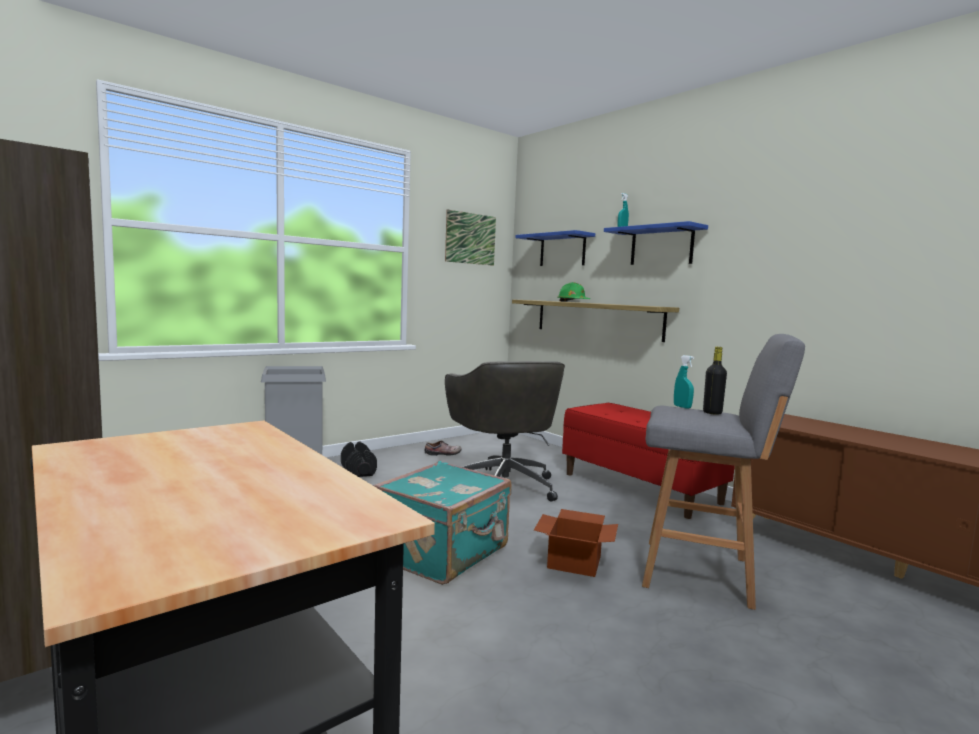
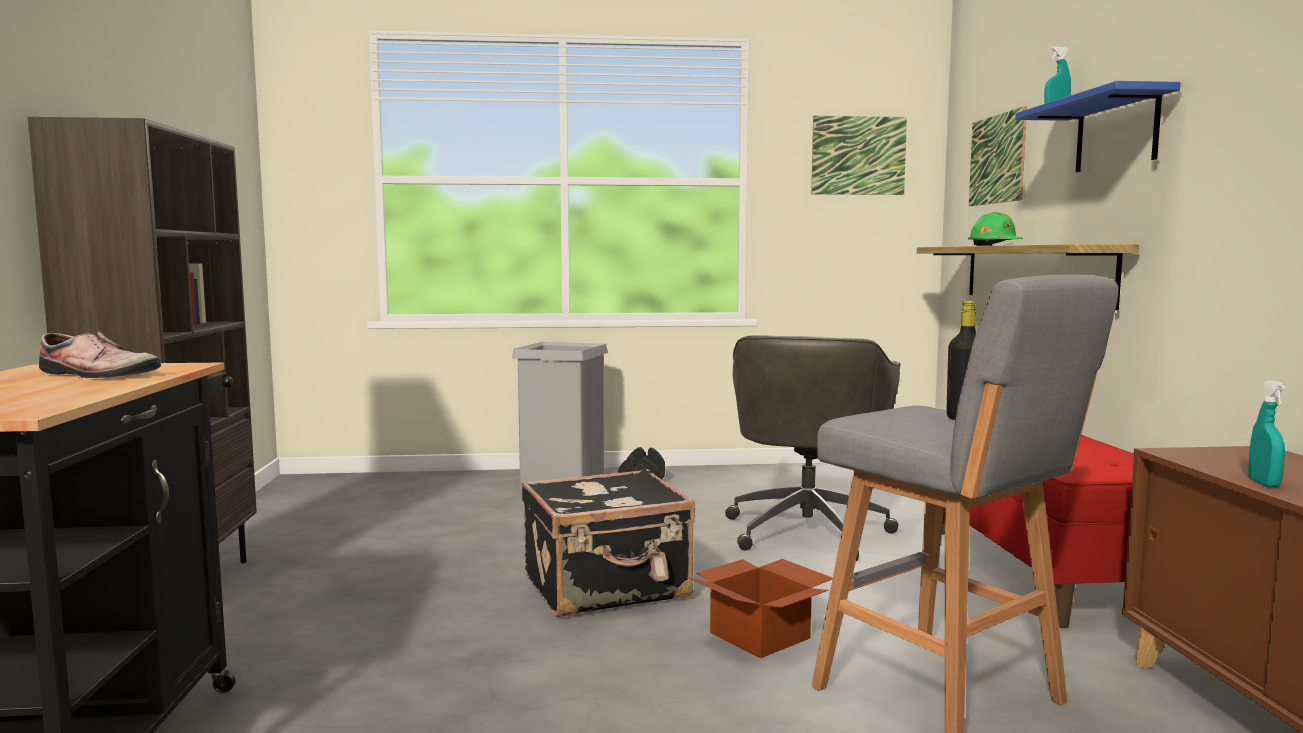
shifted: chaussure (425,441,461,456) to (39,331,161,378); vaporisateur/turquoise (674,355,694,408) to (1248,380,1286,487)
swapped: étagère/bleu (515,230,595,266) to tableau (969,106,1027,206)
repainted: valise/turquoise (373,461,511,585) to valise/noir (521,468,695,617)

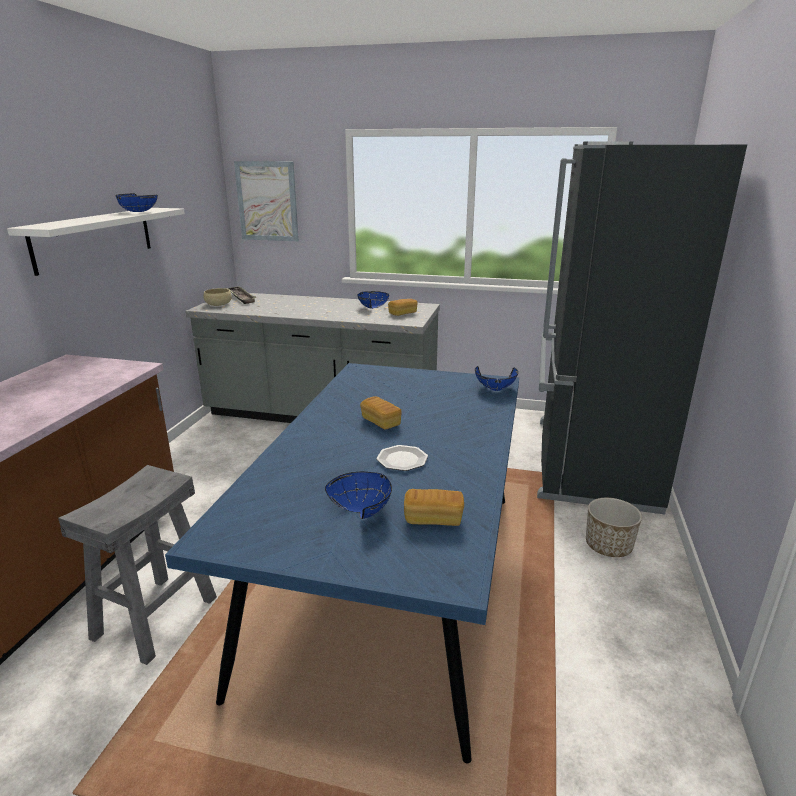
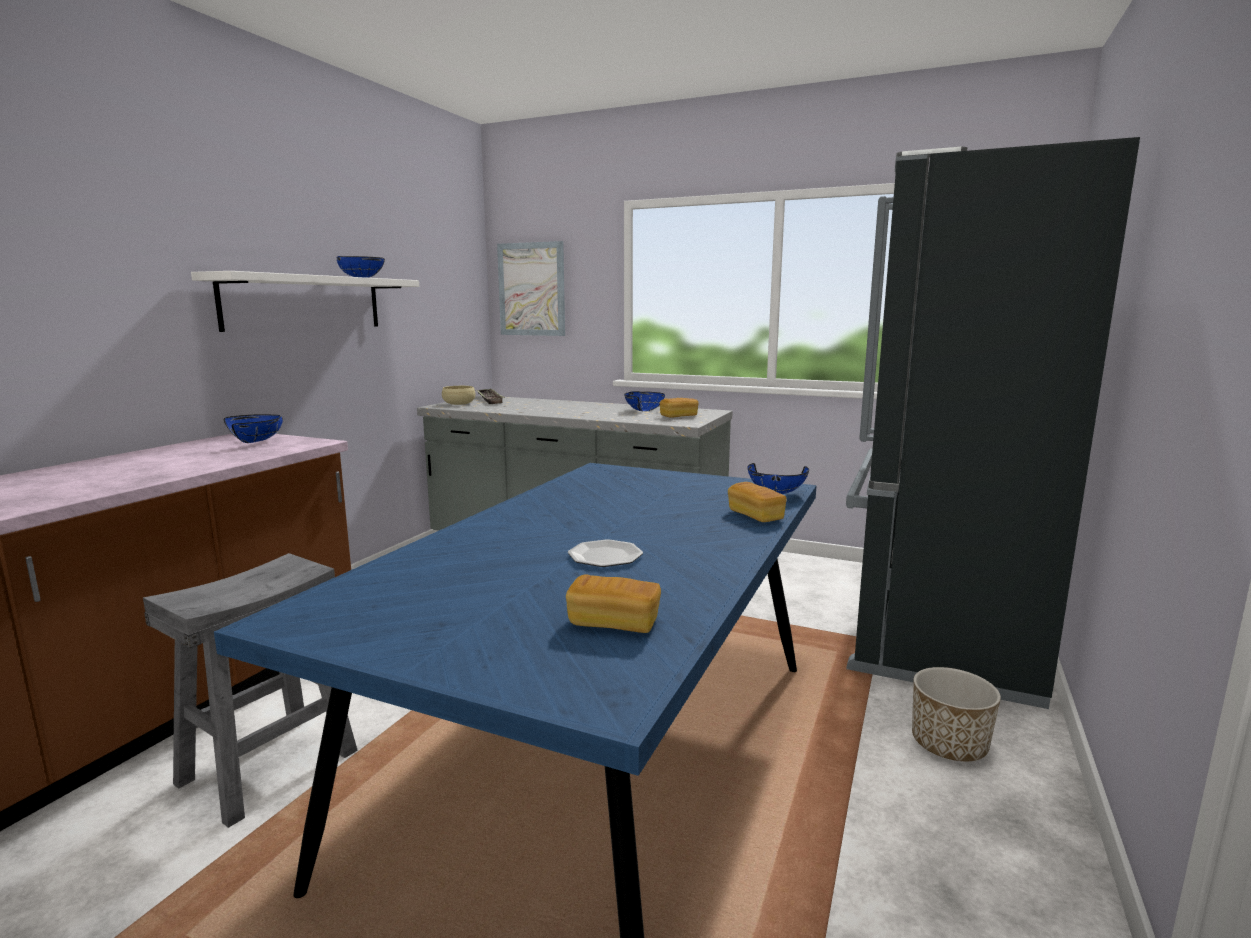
shifted: bol/bleu (325,472,392,519) to (224,414,283,443); pain (360,396,402,430) to (728,482,787,522)

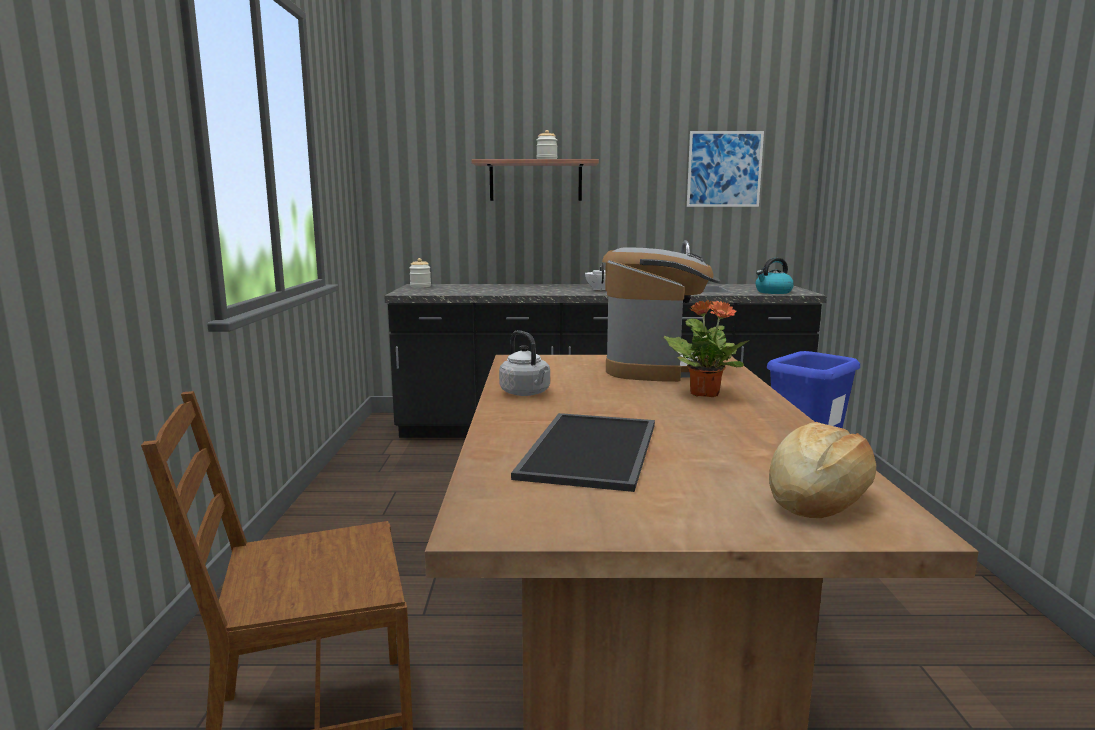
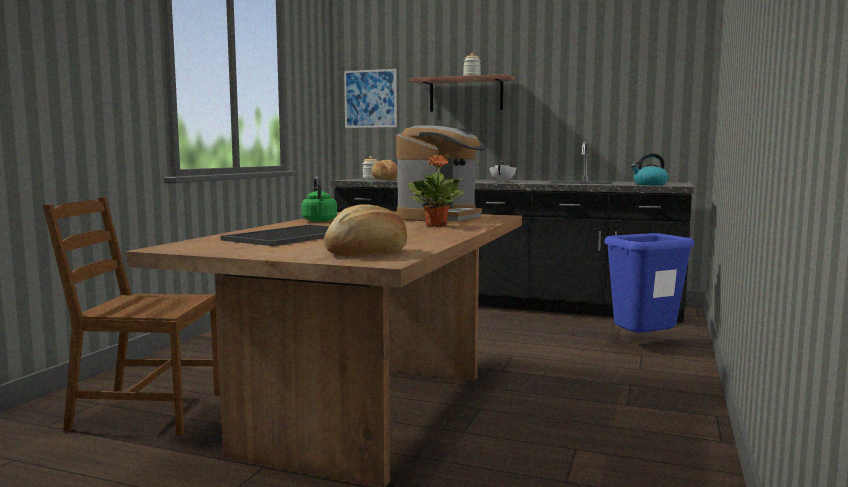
new: pain (372,160,398,180)
shifted: tableau (687,131,764,207) to (344,69,397,128)
repainted: bouilloire/gris (499,330,550,396) to bouilloire/vert (301,177,337,222)

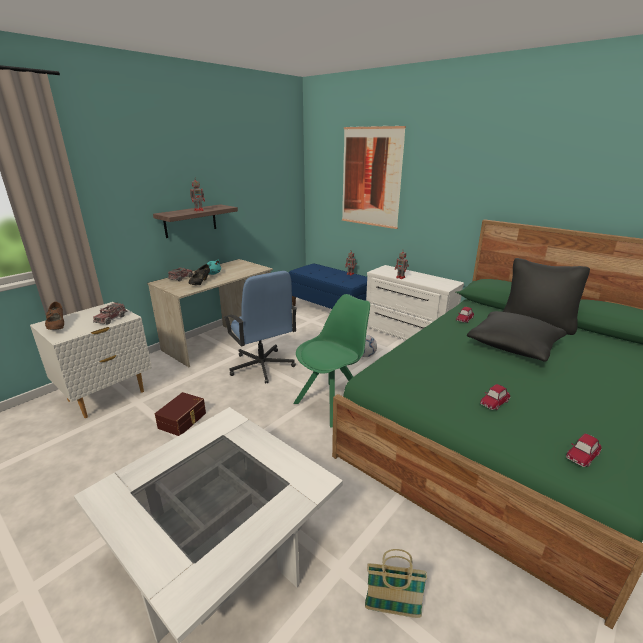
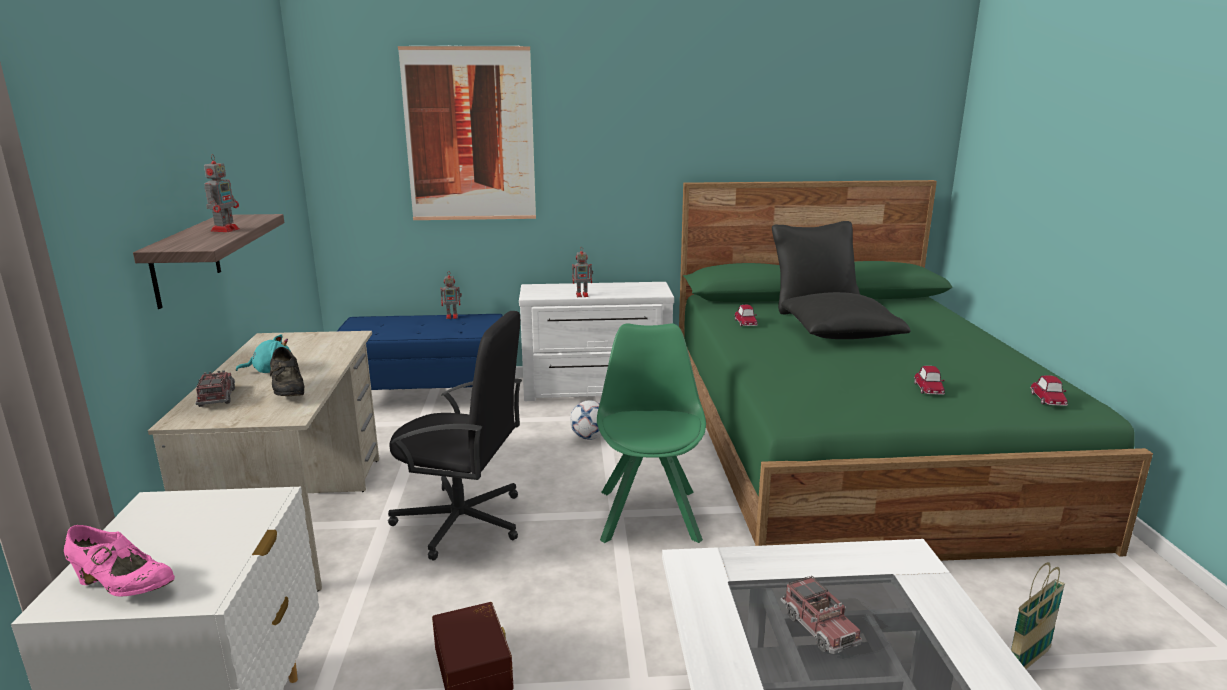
shifted: camion jouet (93,302,127,325) to (781,576,862,654)
repainted: chaussure/marron (45,302,64,330) to chaussure/rose (64,525,175,597); chaise de bureau/bleu (223,271,297,383) to chaise de bureau/noir (388,311,522,560)

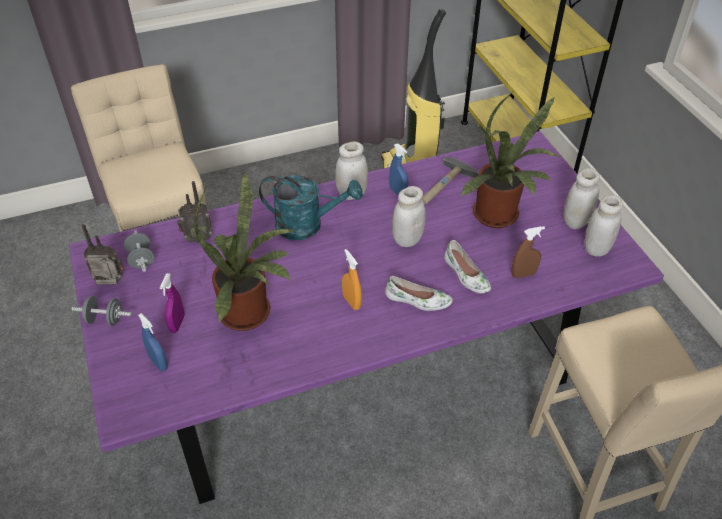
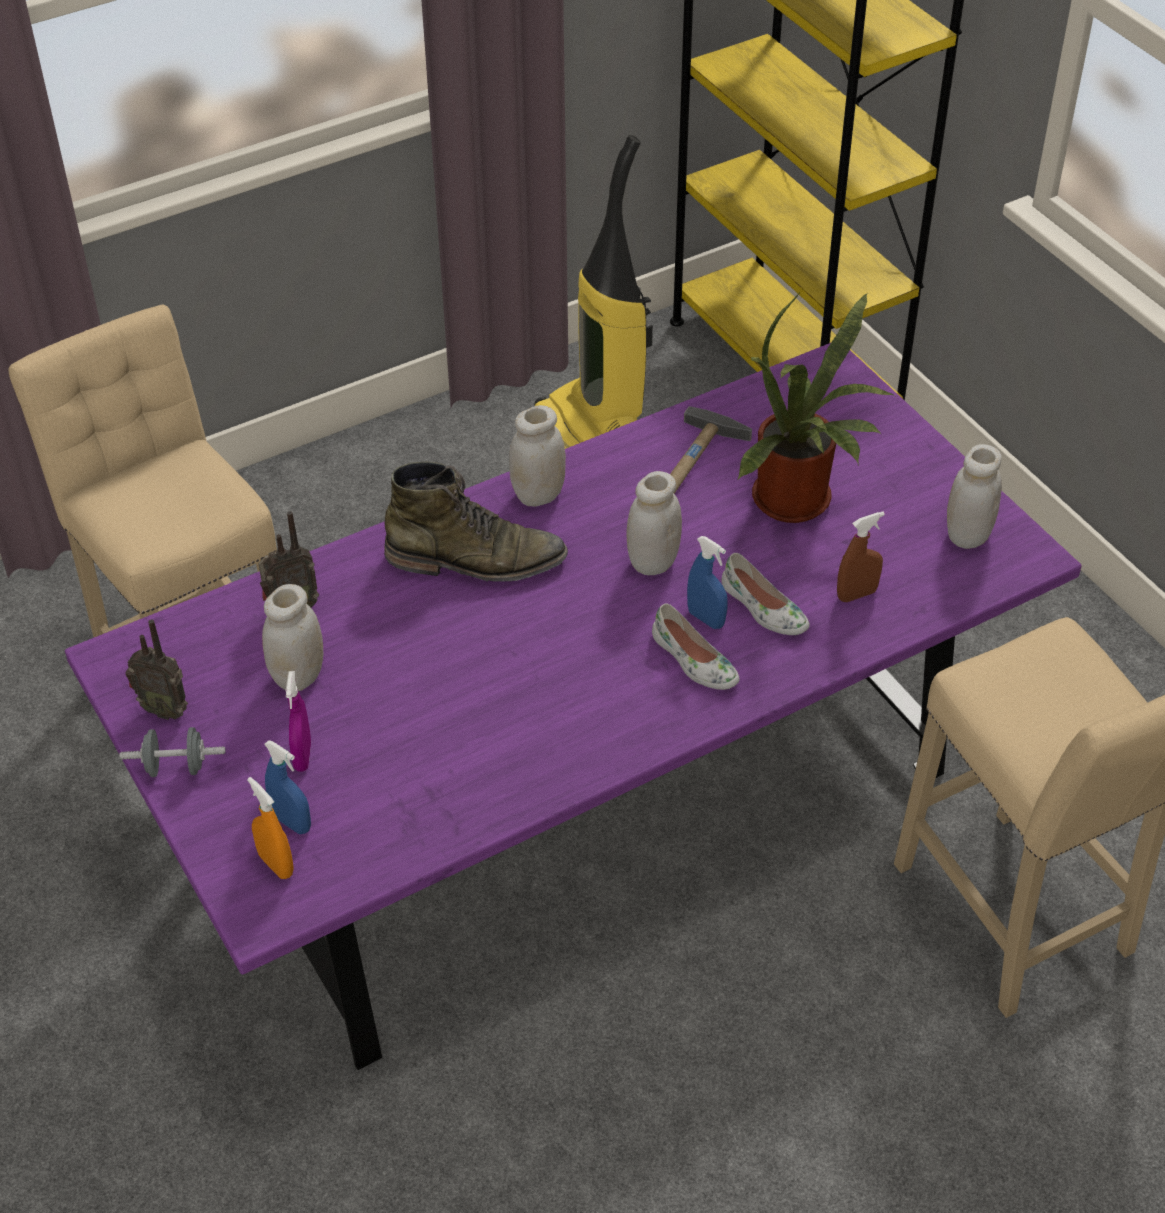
gone: haltère/gris (124,231,154,272); plante en pot (194,172,295,331)
shifted: vaporisateur/orange (342,249,362,310) to (247,777,294,879); bocal/blanc (564,168,600,229) to (262,584,323,691); vaporisateur/bleu (389,144,408,195) to (687,536,728,629)
swapped: arrosoir/turquoise (259,175,363,240) to botte/vert (384,462,568,582)
rotated: radio (82,224,124,285) = (126,619,188,720) 150 degrees counterclockwise; chaussure/blanc (385,276,453,311) = (652,604,740,690) 45 degrees clockwise

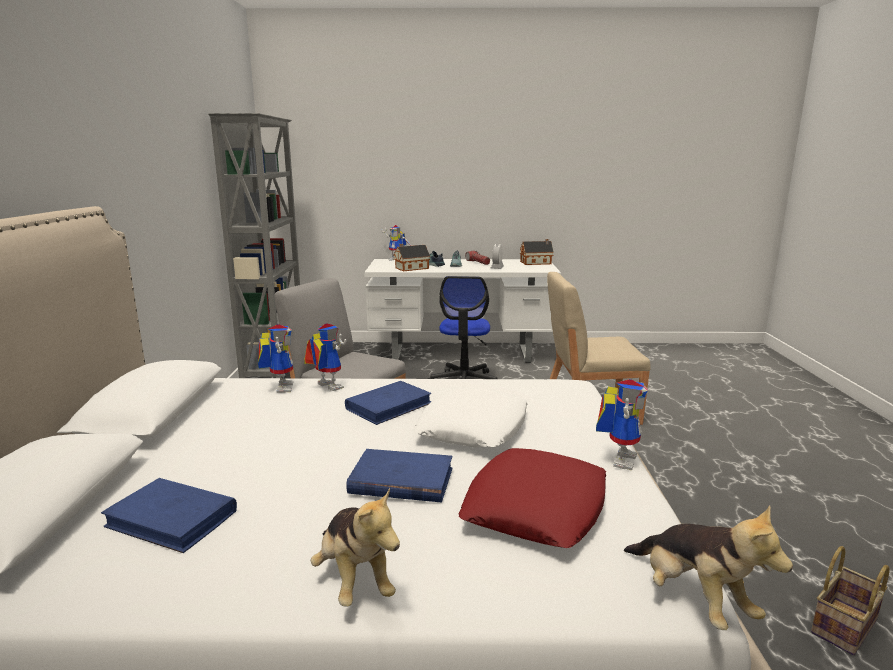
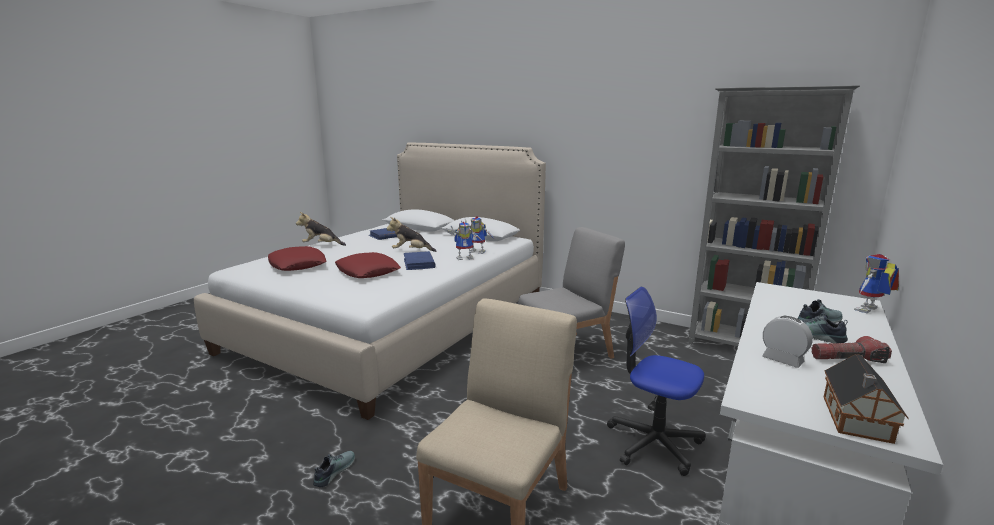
gone: livre/bleu (346,449,453,503); maison miniature (393,244,430,271); robot jouet (596,379,648,470); panier (811,546,890,655)
new: chaussure (313,451,355,487)
shifted: peluche (624,505,793,630) to (386,217,436,252)
repainted: coussin/blanc (414,388,528,447) to coussin/rouge (335,252,401,278)

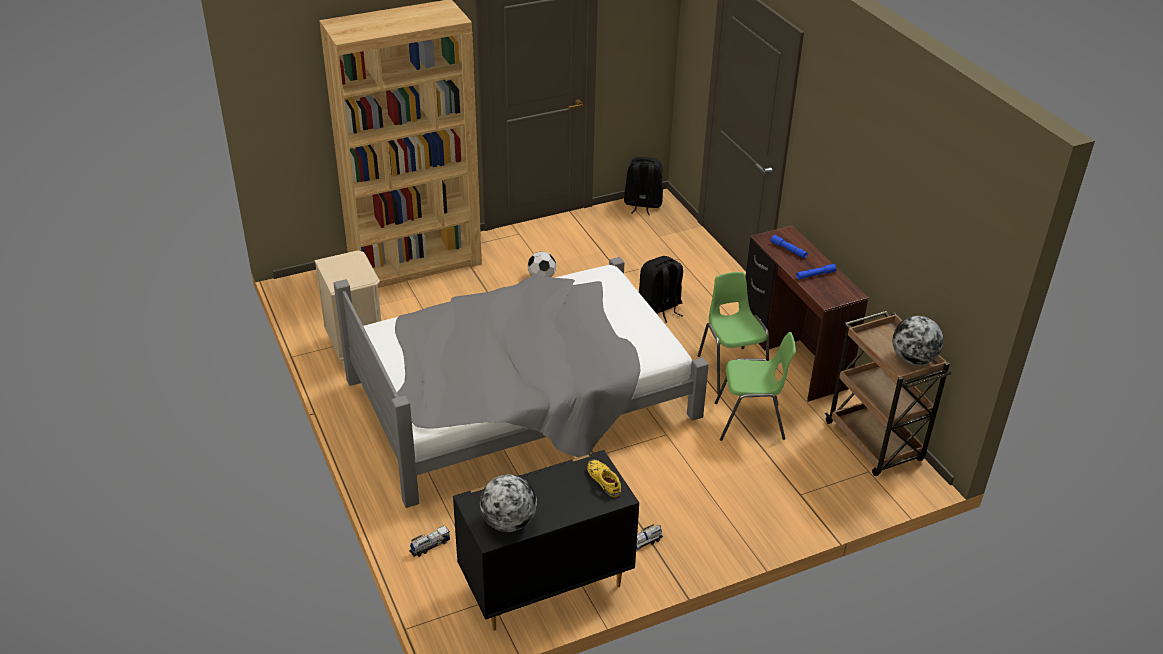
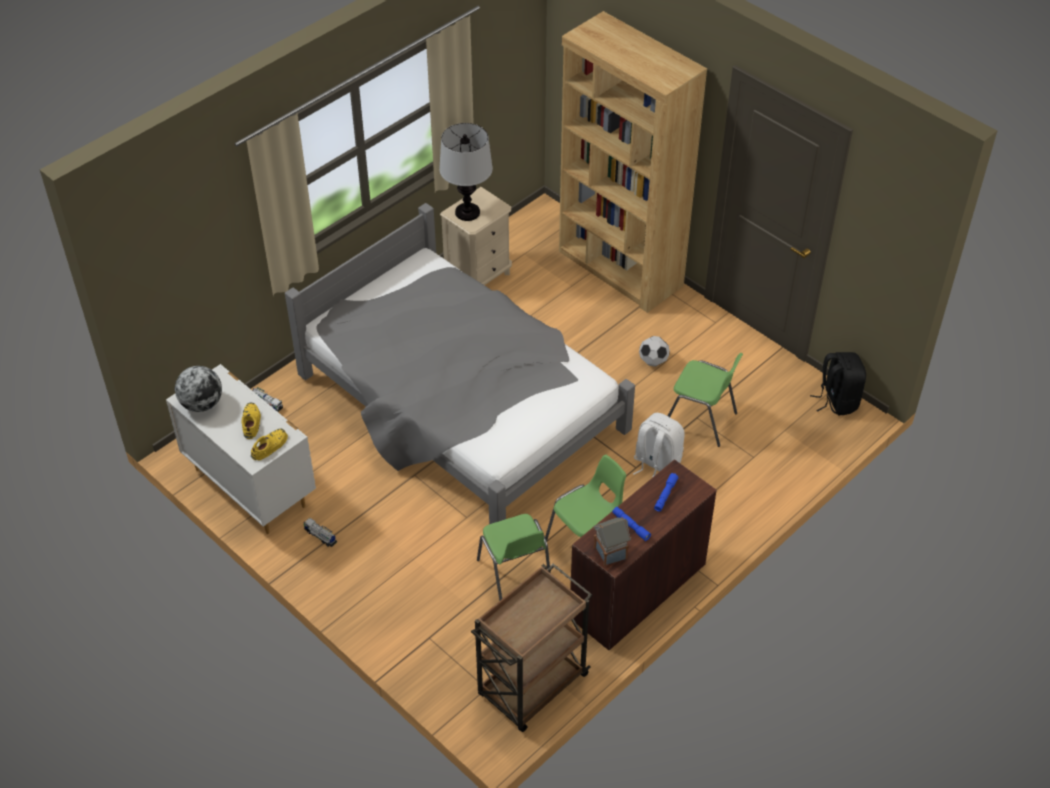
gone: globe (892,316,943,365)
new: chaussure/jaune (241,403,261,439); lampe de table (439,123,493,221); maison miniature (593,517,631,566); chaise/vert (668,353,743,447)
repainted: commode/noir (453,450,639,631) to commode/blanc (166,364,316,534); sac à dos/noir (639,256,683,323) to sac à dos/blanc (633,413,685,478)

